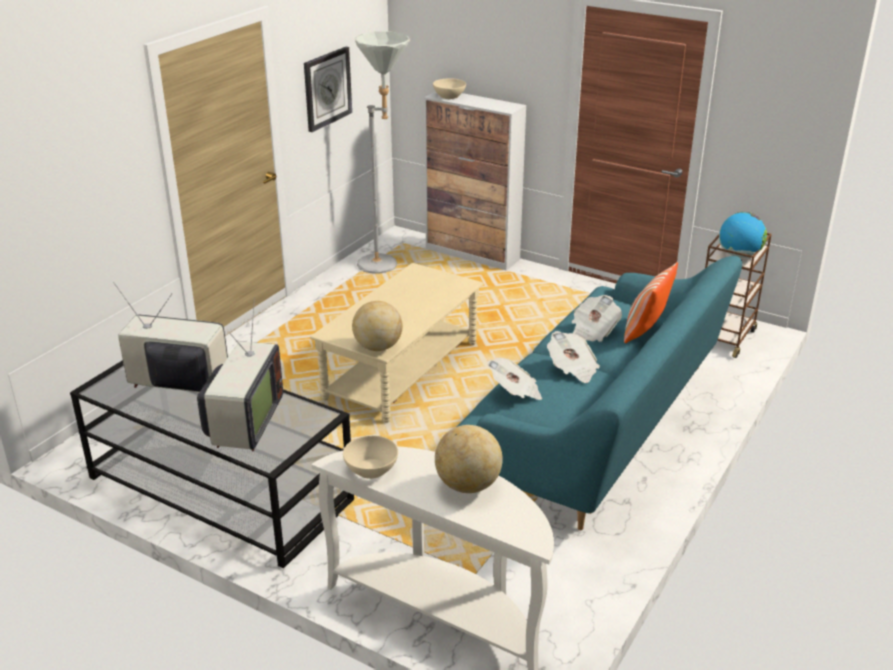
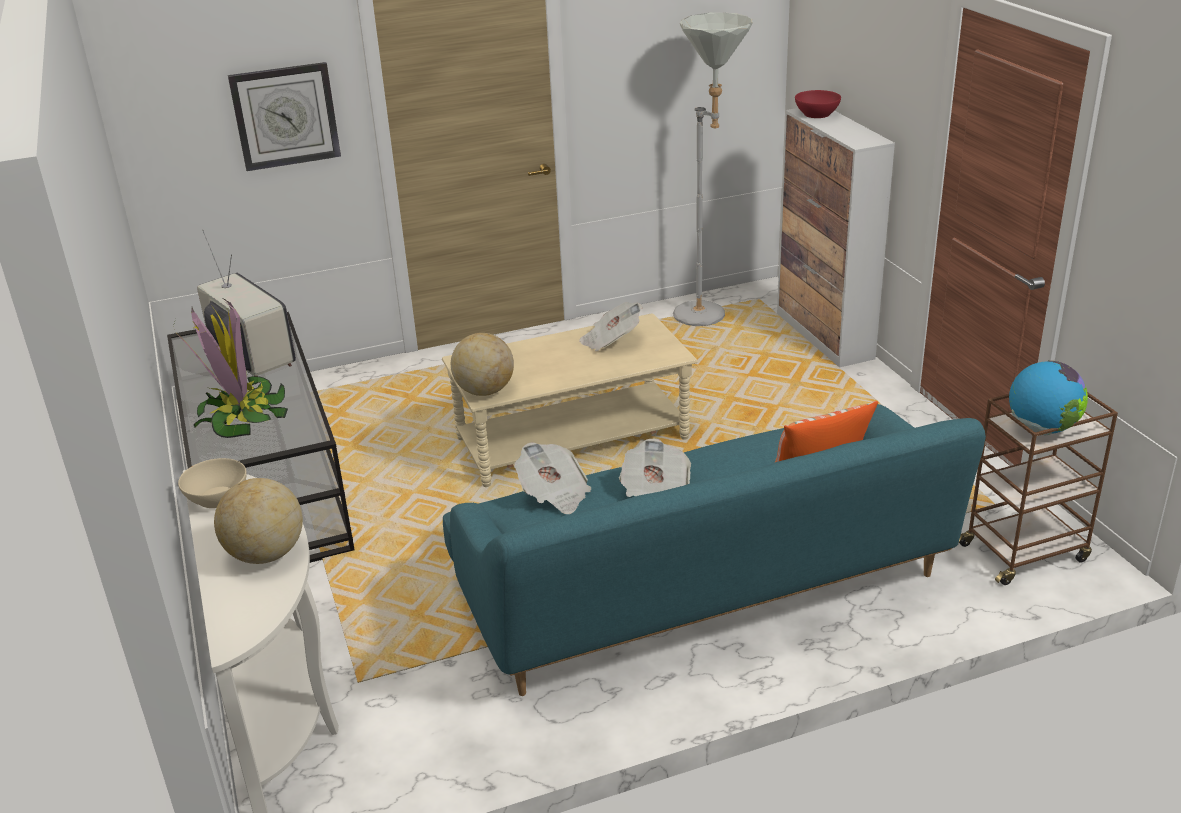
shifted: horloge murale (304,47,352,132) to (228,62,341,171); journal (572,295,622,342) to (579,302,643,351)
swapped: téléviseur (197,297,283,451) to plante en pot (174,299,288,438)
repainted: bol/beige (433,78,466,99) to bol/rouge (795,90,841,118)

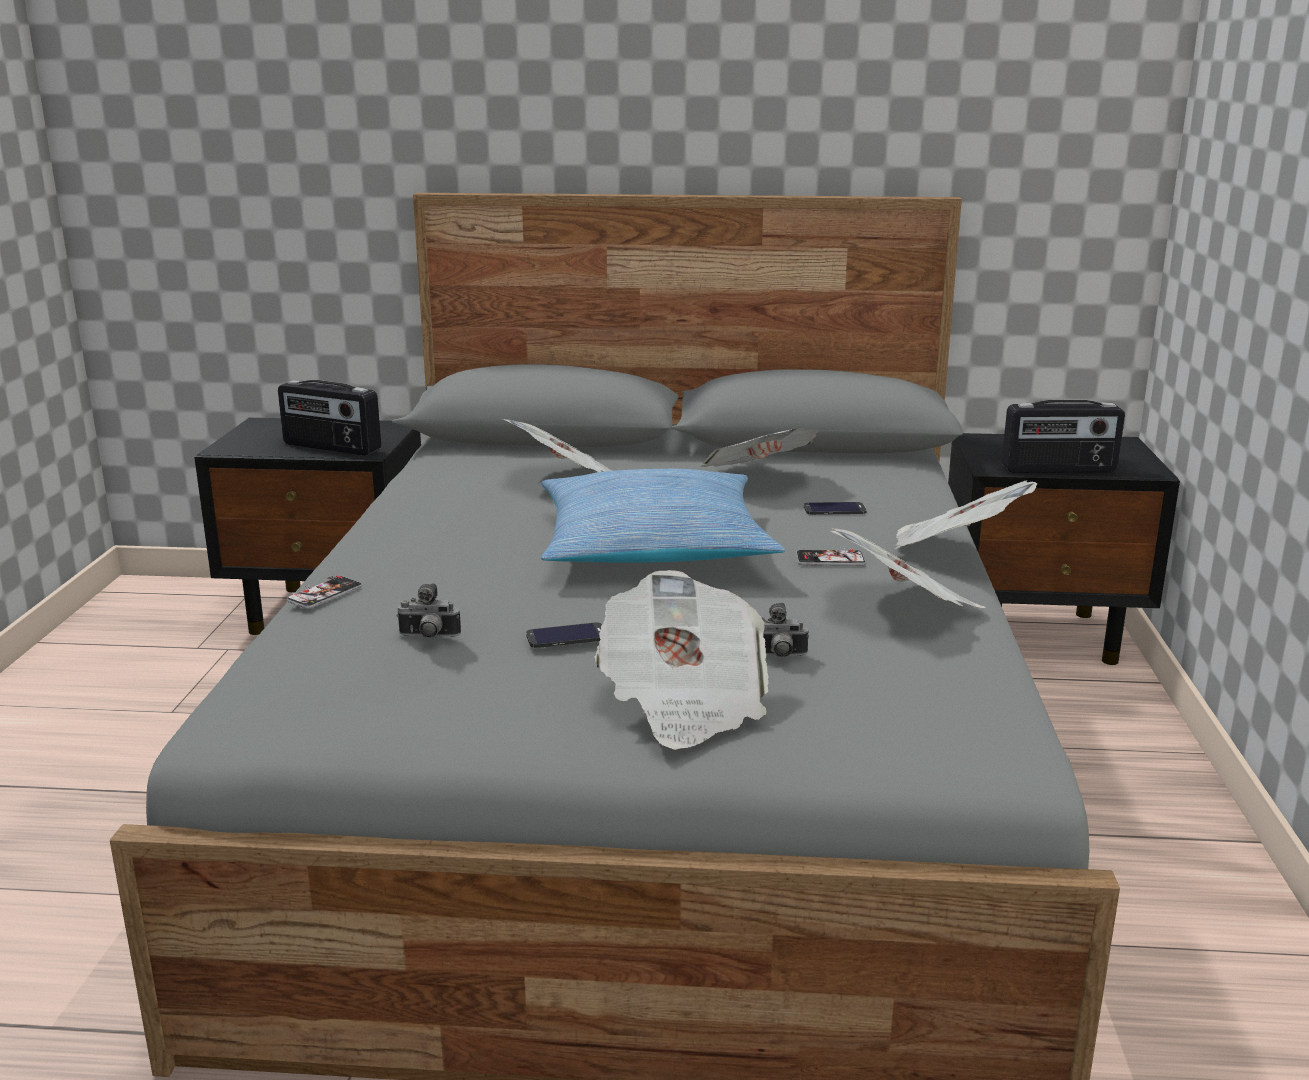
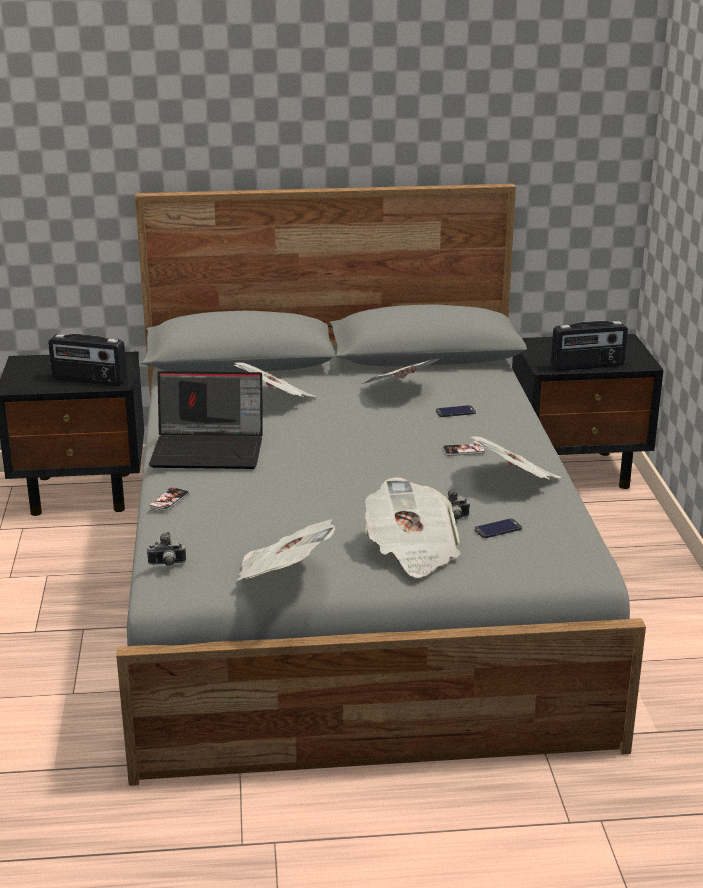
gone: coussin (541,469,785,563)
new: ordinateur portable (149,371,263,469)
shifted: appareil photo (396,583,461,638) to (147,532,186,566); journal (894,480,1037,549) to (237,519,335,581); téléphone (526,622,602,648) to (475,519,522,538)

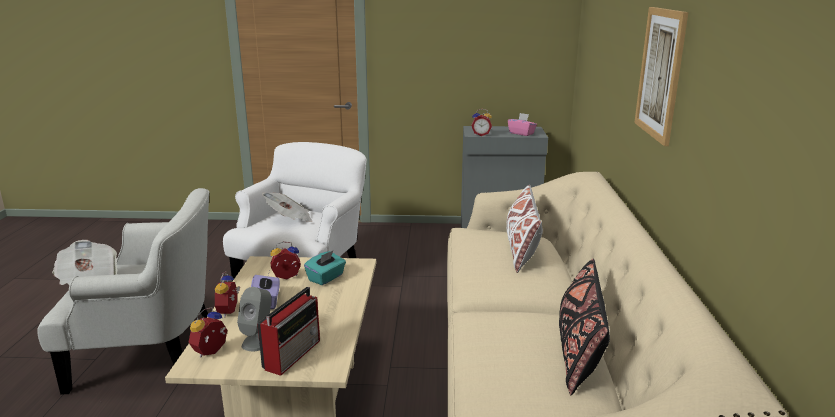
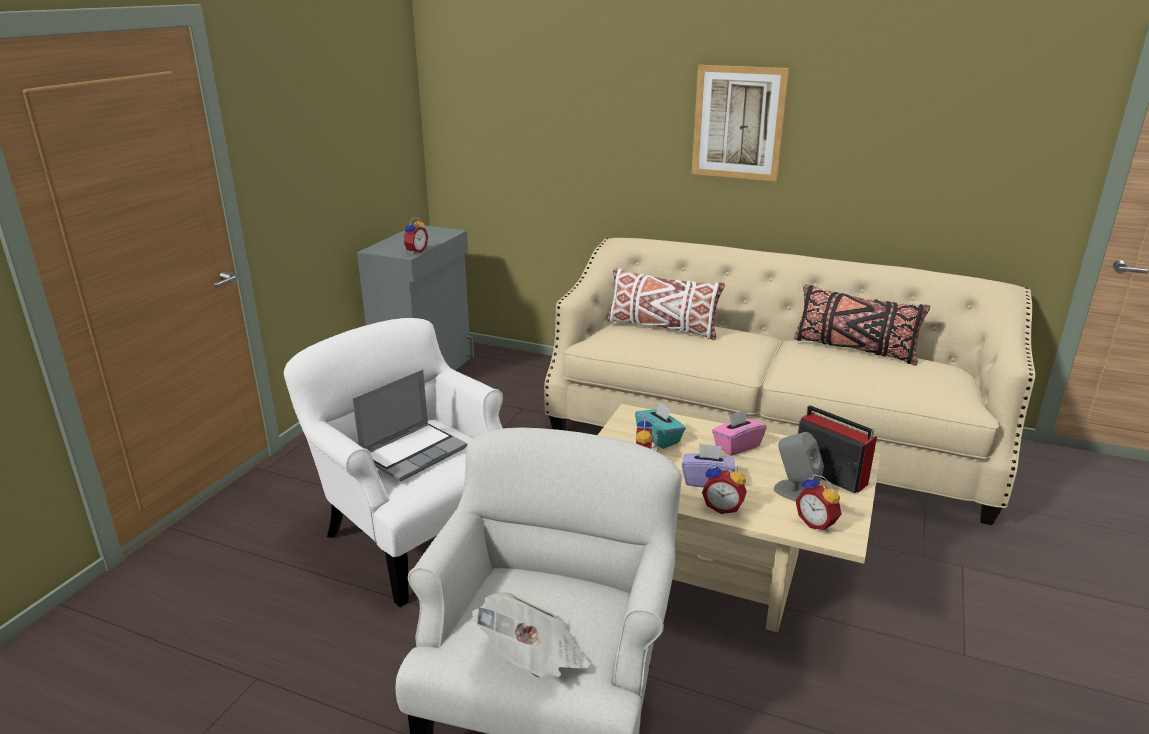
shifted: boîte à mouchoirs/rose (508,113,537,136) to (712,410,767,456)
swapped: journal (262,193,312,222) to ordinateur portable (352,369,467,481)

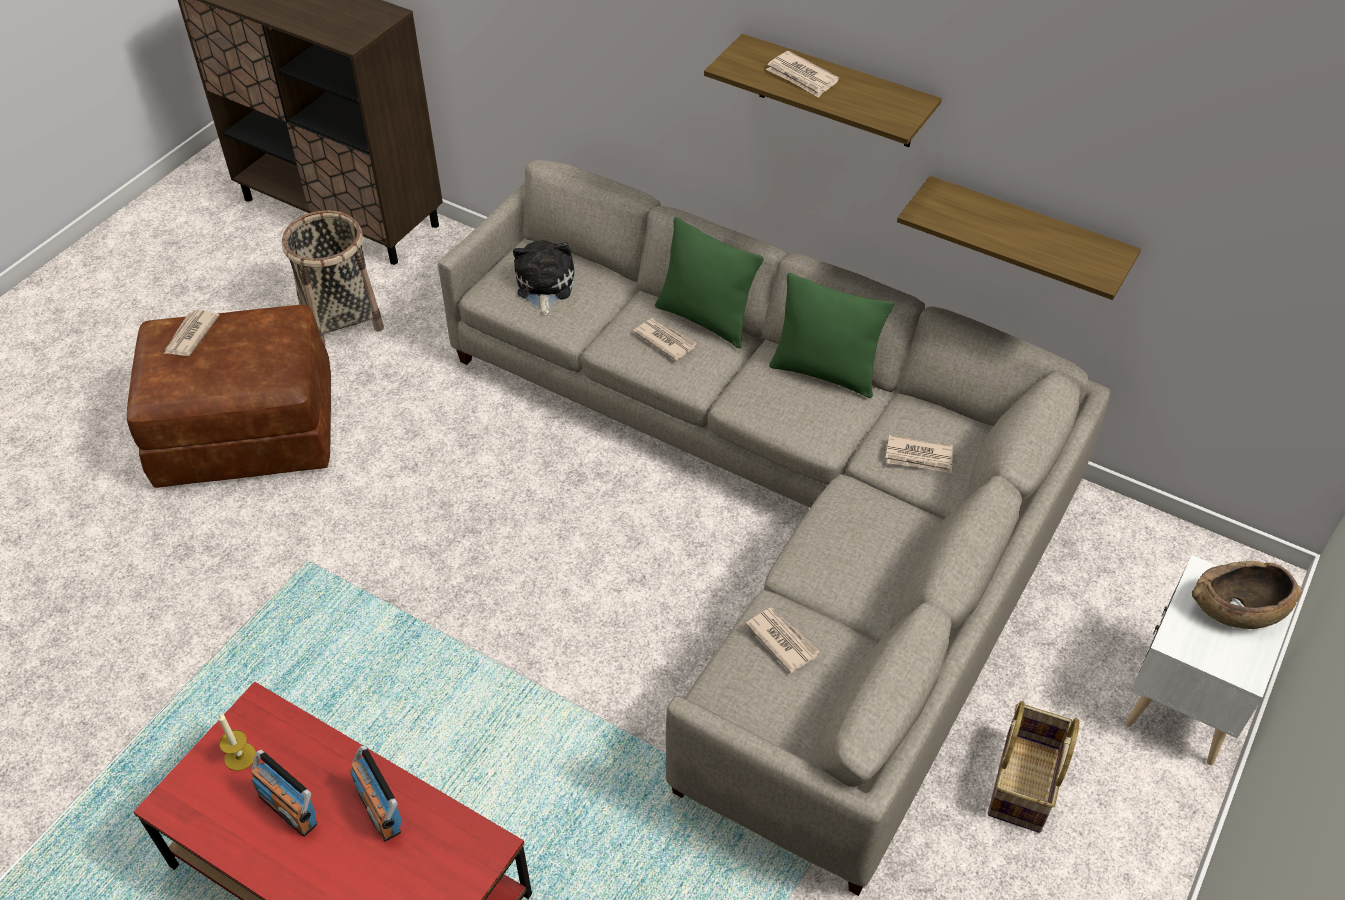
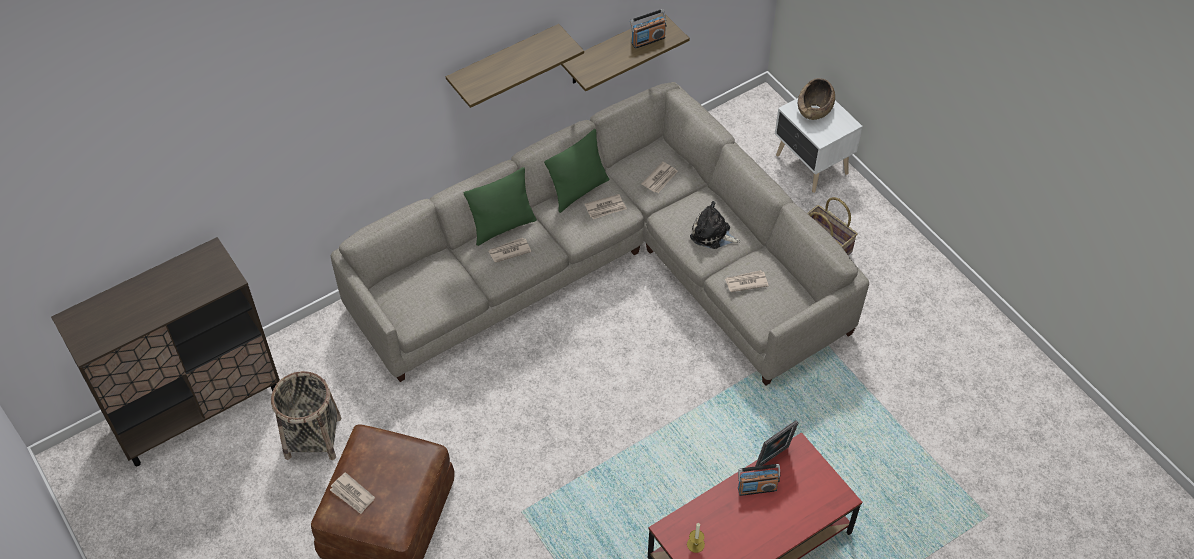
new: cadre photo (756,420,798,466)
shifted: journal (766,51,839,98) to (585,194,627,219); radio (251,750,318,837) to (630,9,666,49); peluche (513,240,574,316) to (690,201,740,249)

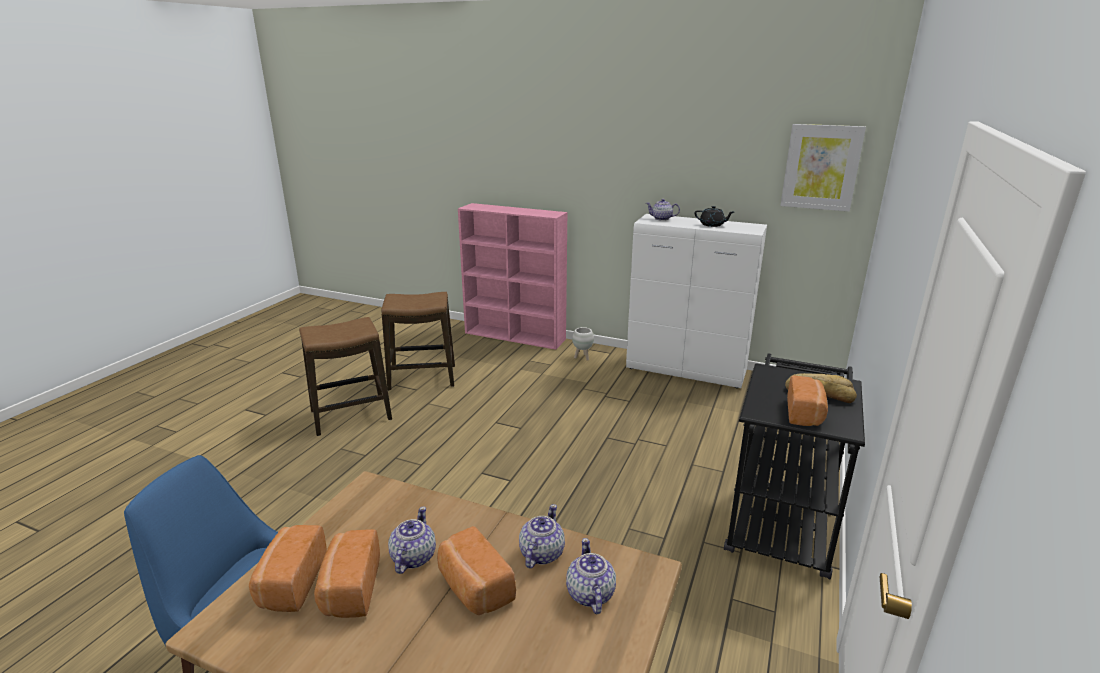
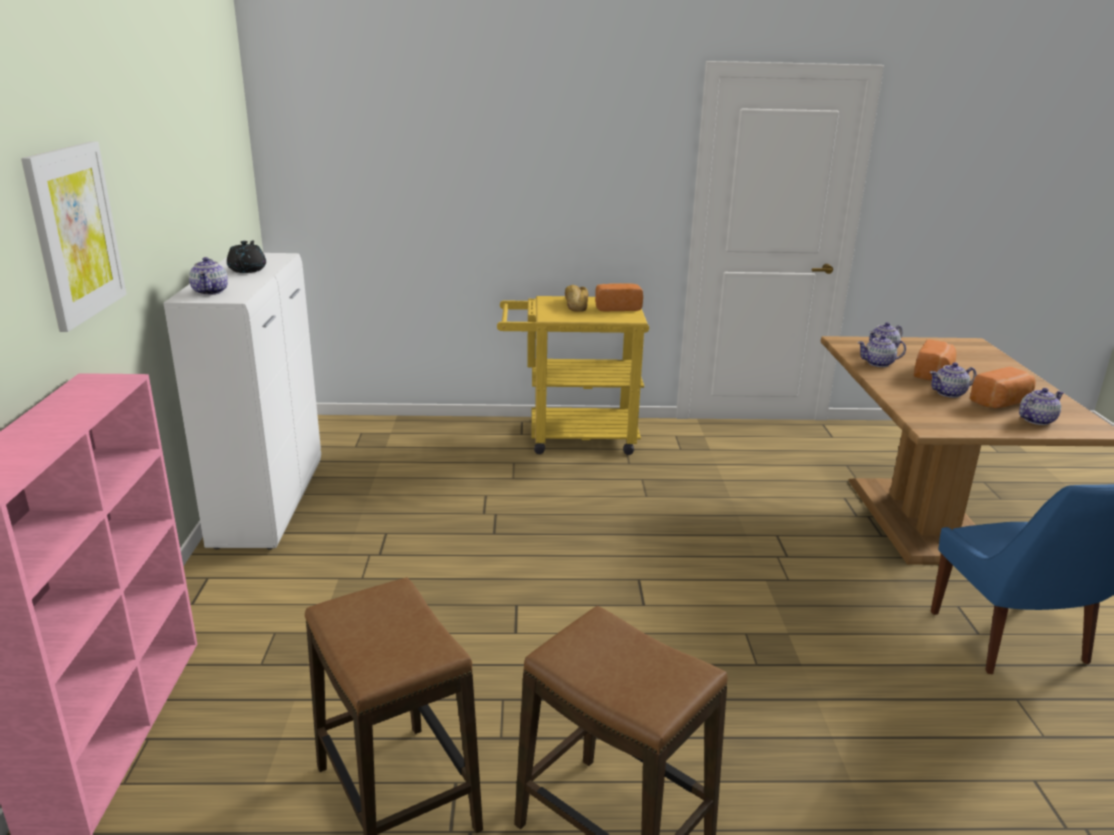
gone: cache-pot/blanc (572,327,594,361)
shifted: tableau (780,124,866,212) to (21,141,127,332)
swapped: pain (249,525,327,612) to théière (1019,388,1064,425)
repainted: chariot/noir (724,353,865,580) to chariot/jaune (497,296,649,455)

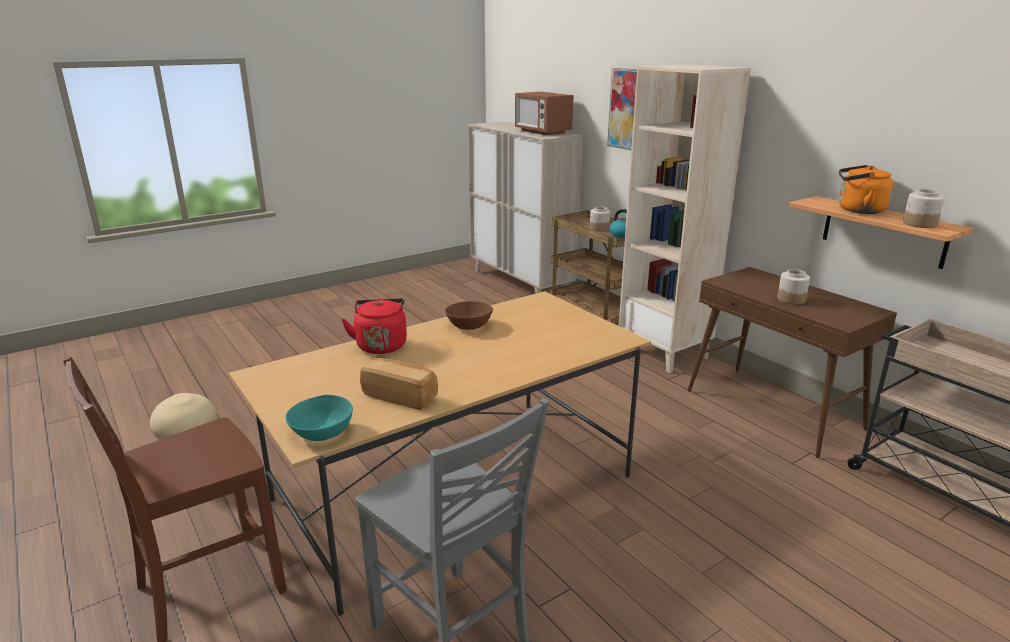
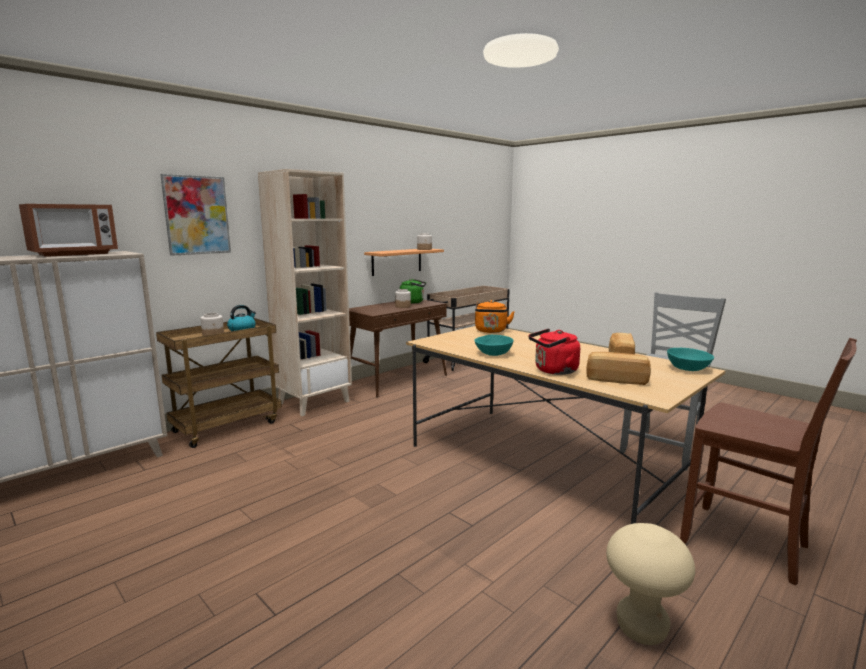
new: bouilloire/vert (400,279,426,304); pain (586,352,651,385)
shifted: bouilloire/orange (839,165,894,214) to (475,300,515,333)
repainted: bol/marron (445,301,493,330) to bol/turquoise (474,335,514,356)

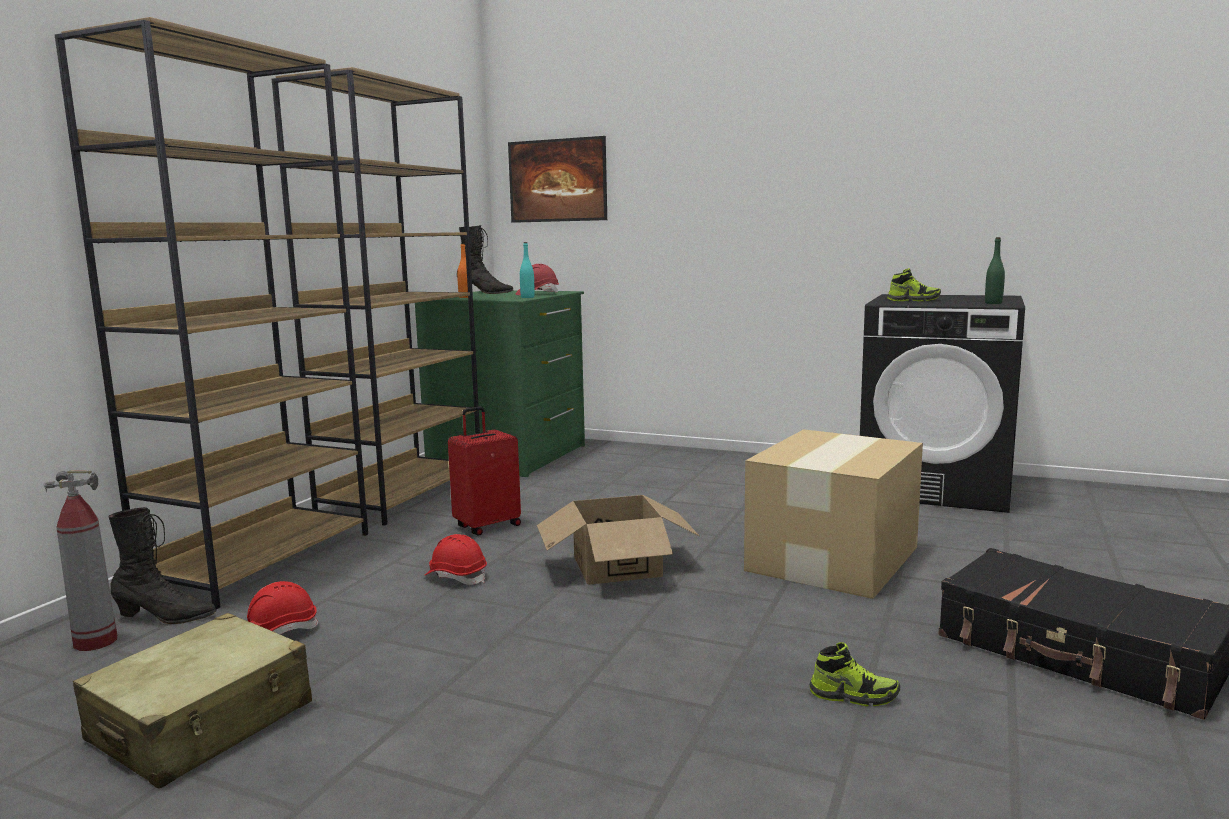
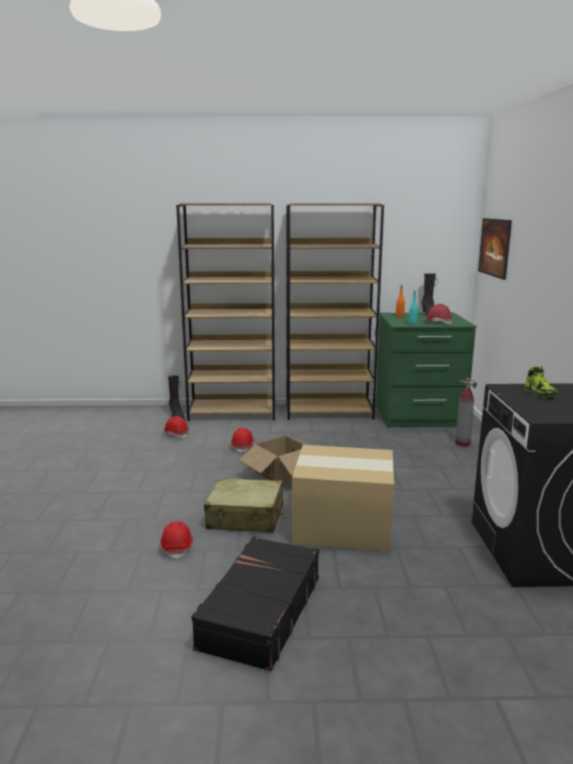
gone: valise/rouge (448,406,521,536); bouteille/vert (985,237,1005,304)
shifted: valise/beige (73,613,312,789) to (204,478,284,533); extincteur (44,470,117,651) to (455,378,477,447)
swapped: chaussure (809,642,900,706) to casque de chantier/rouge (160,521,193,560)

